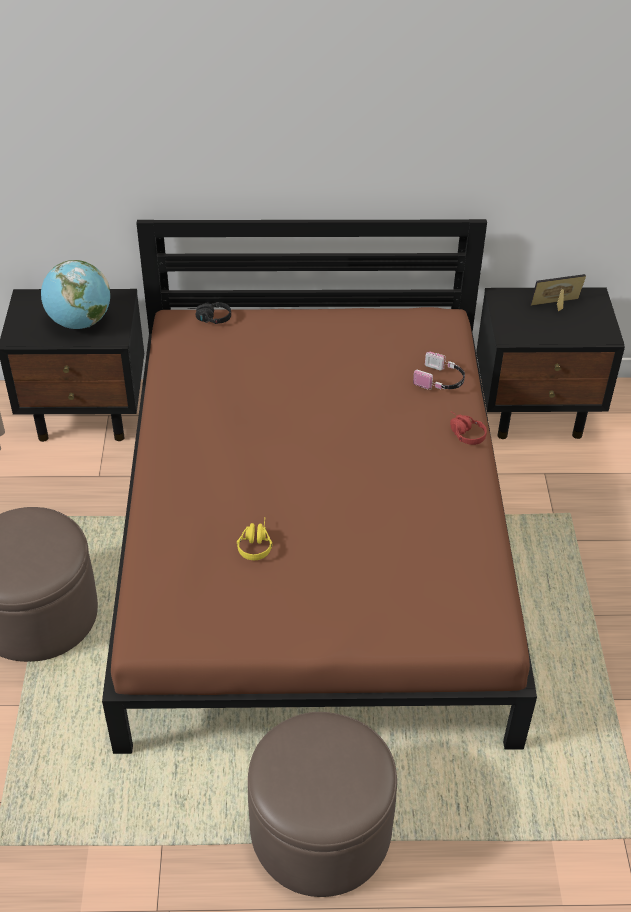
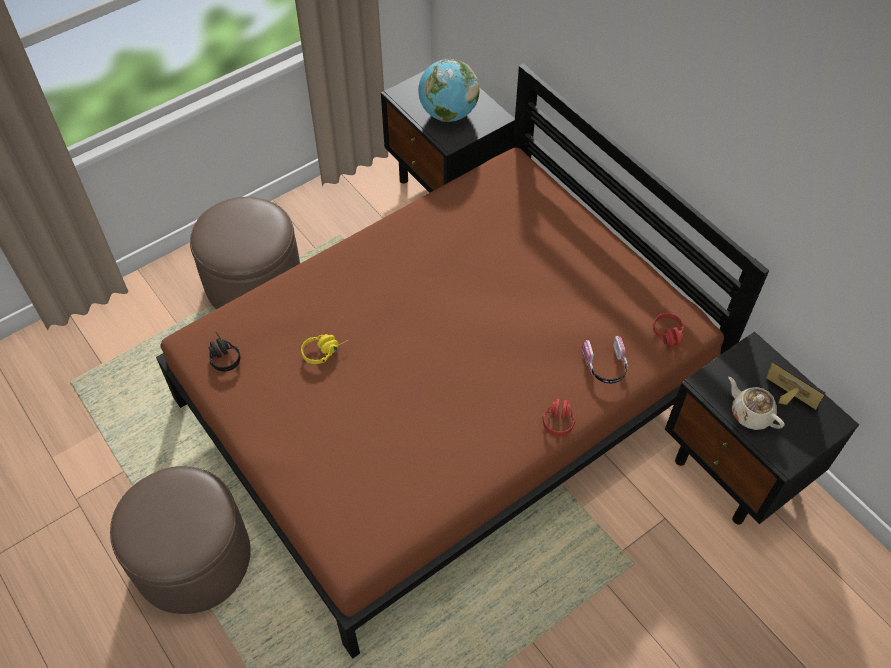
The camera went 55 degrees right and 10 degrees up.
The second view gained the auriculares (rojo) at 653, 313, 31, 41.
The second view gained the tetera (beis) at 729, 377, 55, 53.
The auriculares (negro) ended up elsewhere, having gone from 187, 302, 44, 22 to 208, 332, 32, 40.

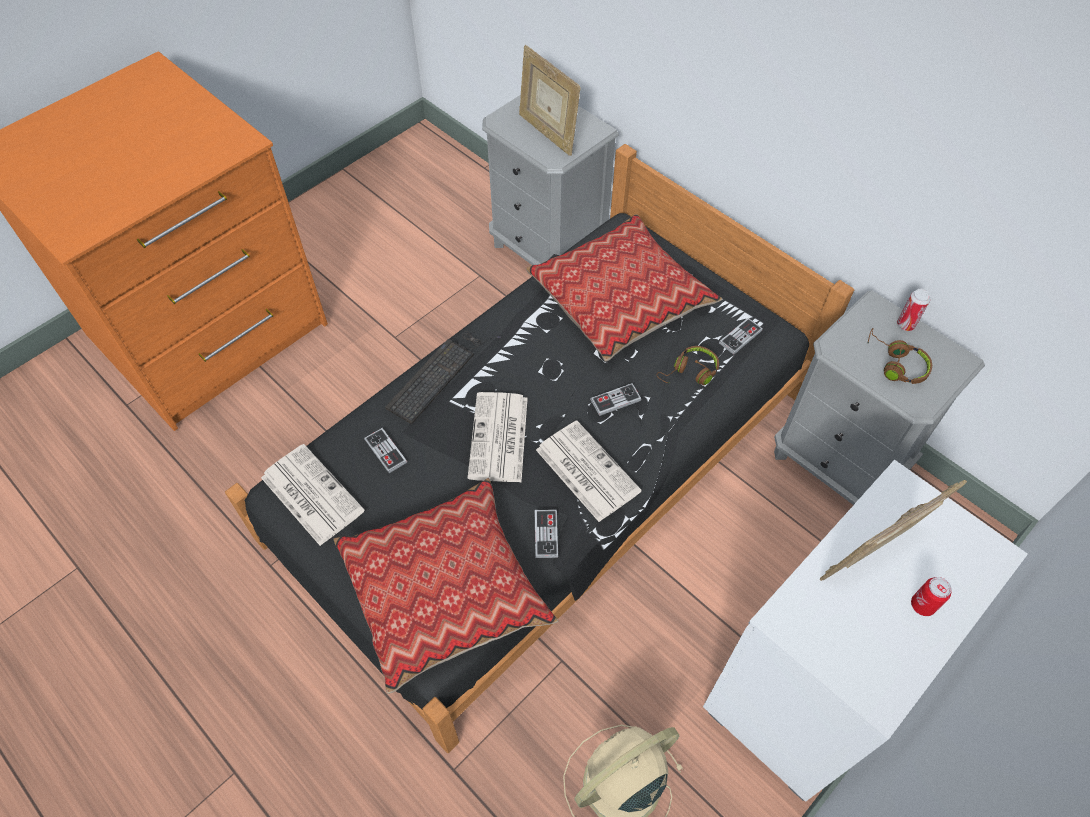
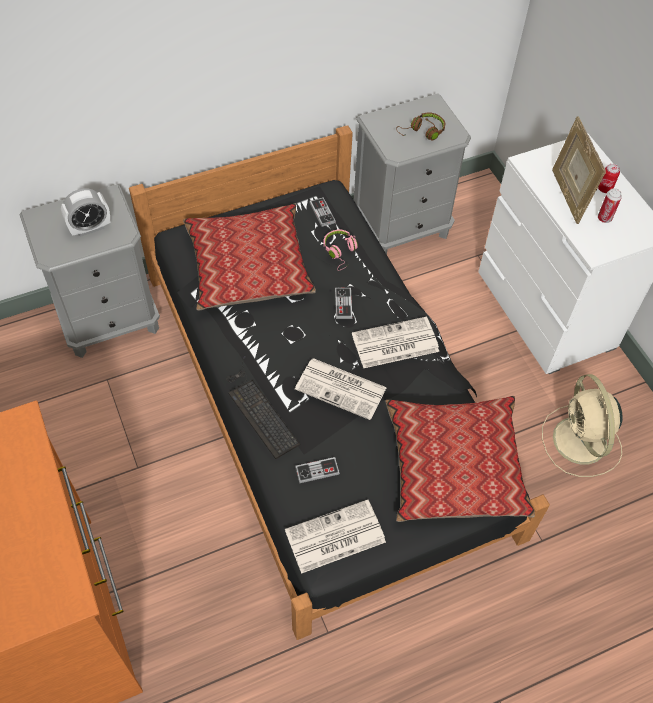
The camera went 70 degrees left and 0 degrees up.
The second view lost the mando de consola at 535, 509, 23, 49.
The lata ended up elsewhere, having gone from 897, 289, 33, 42 to 598, 188, 24, 35.
Where the portarretratos stood at 519, 45, 62, 111, the despertador came to stand at 61, 188, 49, 49.
What was the auriculares (marrón) at 657, 346, 62, 39 turned into the auriculares (rosa) at 323, 229, 35, 42.

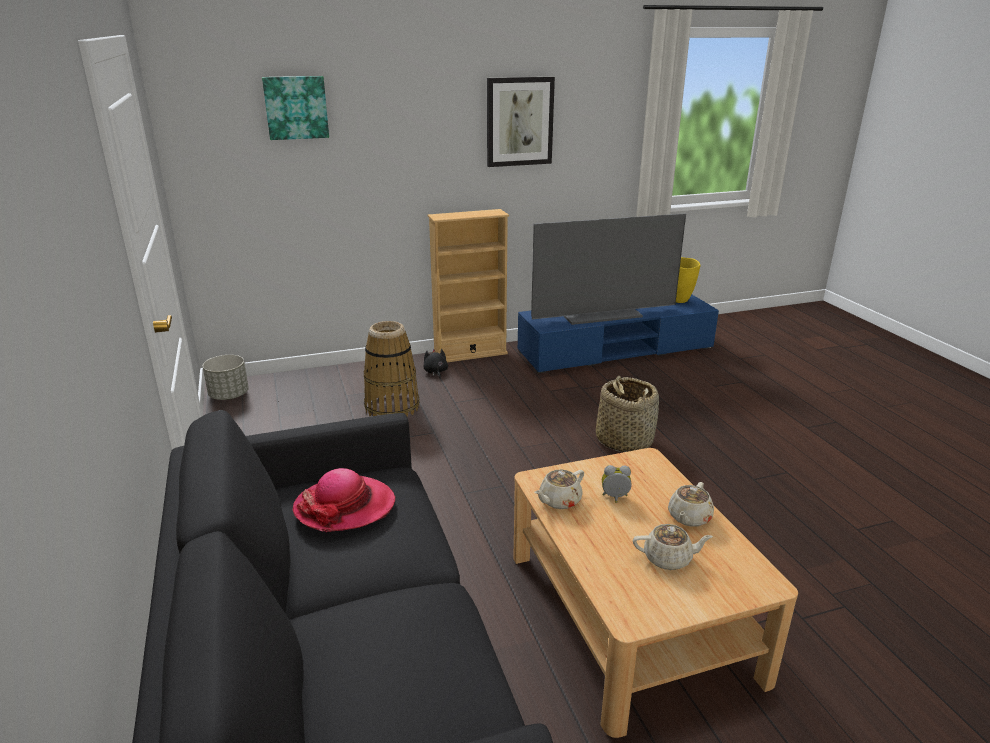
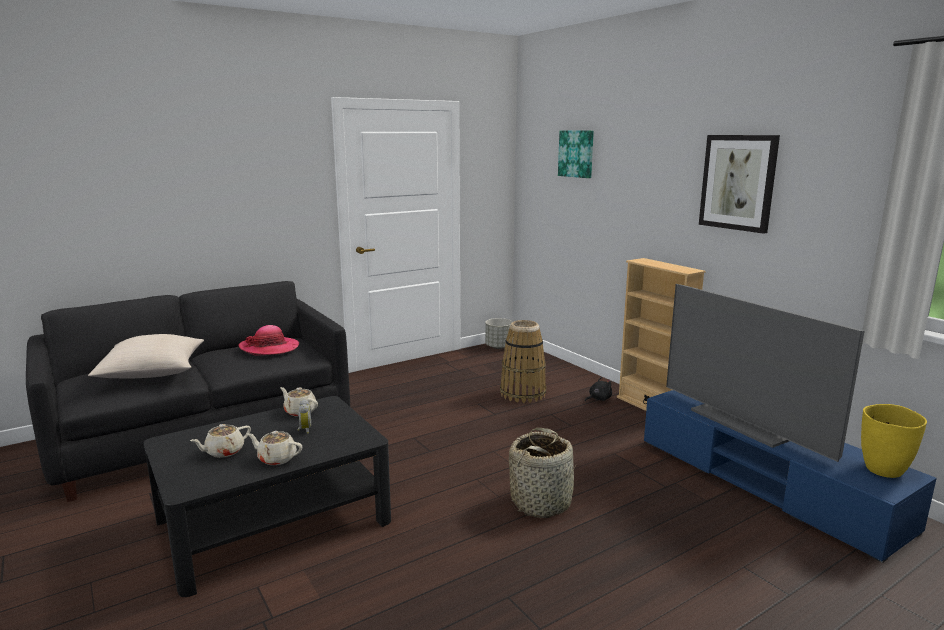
The camera went 75 degrees right and 10 degrees down.
The second view gained the cojín (beis) at 88, 334, 116, 44.
What was the mesa de centro (beis) at 514, 448, 284, 290 turned into the mesa de centro (negro) at 144, 396, 247, 201.
The tetera (beis) at 633, 524, 80, 46 ended up facing another way, 60 degrees clockwise from before.

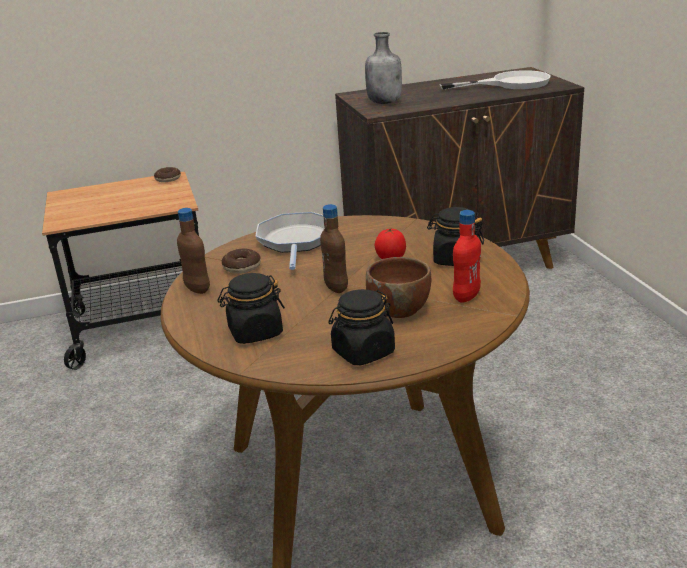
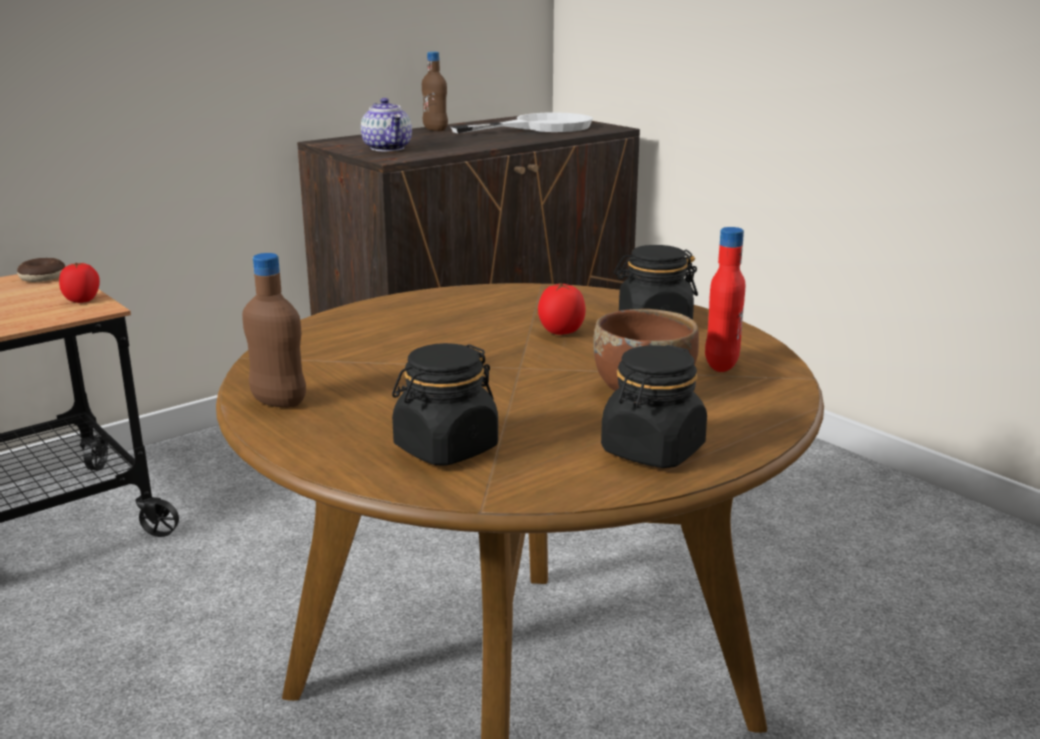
The camera went 25 degrees left and 5 degrees down.
The second view lost the rosquilla at 221, 249, 40, 24.
The second view lost the sartén at 256, 212, 69, 58.
The second view gained the tomate at 59, 263, 41, 40.
The botella (marrón) ended up elsewhere, having gone from 320, 204, 28, 89 to 422, 51, 26, 80.
Where the botella (gris) stood at 365, 32, 37, 72, the tetera came to stand at 361, 98, 51, 53.

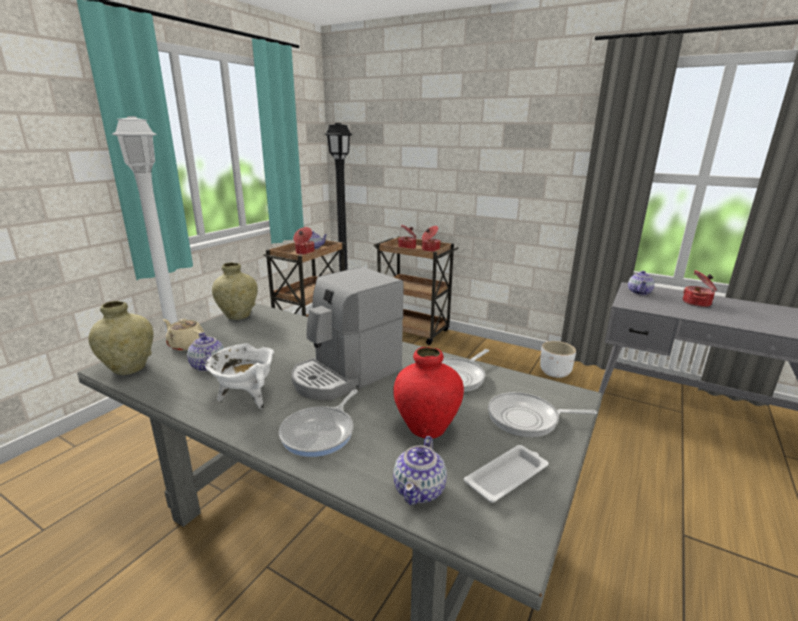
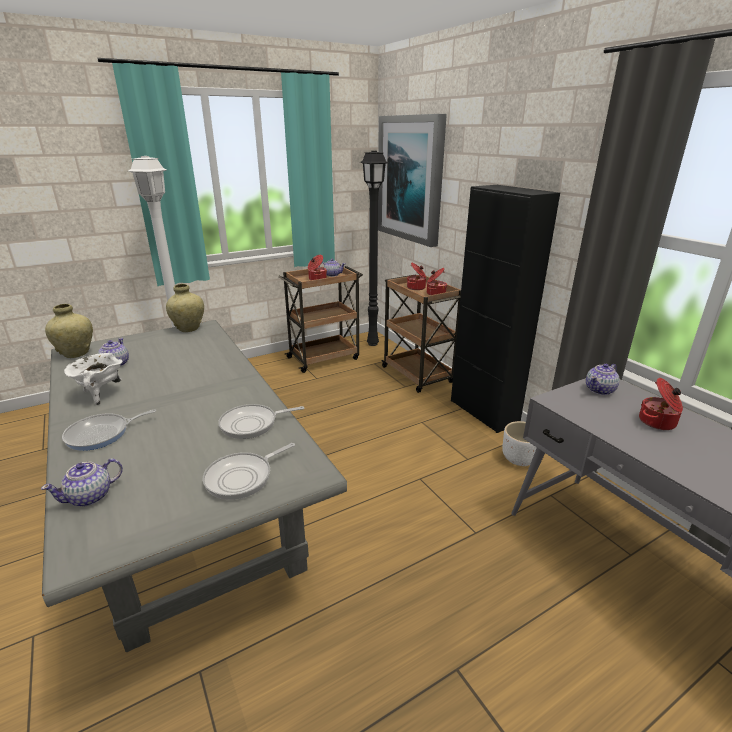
The camera went 30 degrees right and 5 degrees up.
The second view lost the tetera (beis) at 163, 319, 41, 32.
The second view lost the cafetera at 291, 267, 113, 133.
The second view lost the florero (rojo) at 393, 347, 71, 92.
The second view lost the bandeja (blanco) at 464, 445, 85, 58.
The second view gained the cuadro at 378, 114, 69, 133.
The second view gained the armario (negro) at 451, 185, 109, 248.
The sartén at 488, 392, 109, 45 ended up facing another way, 75 degrees counterclockwise from before.

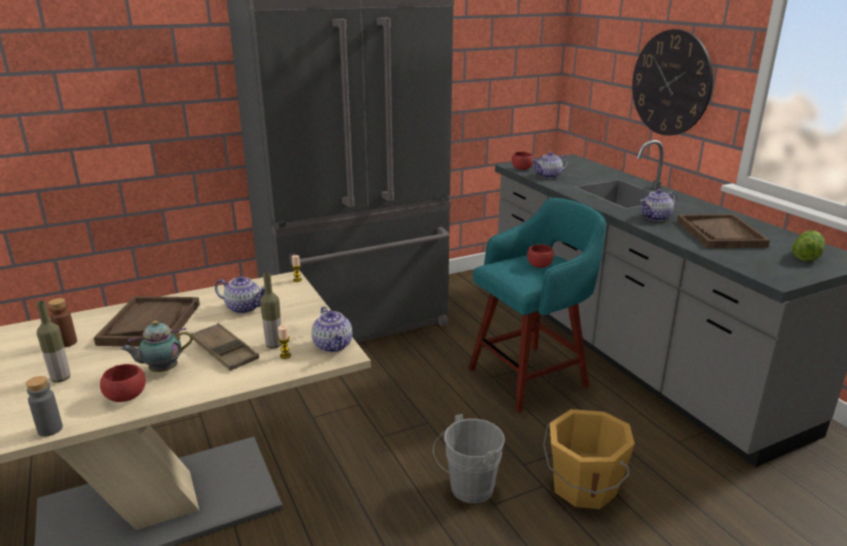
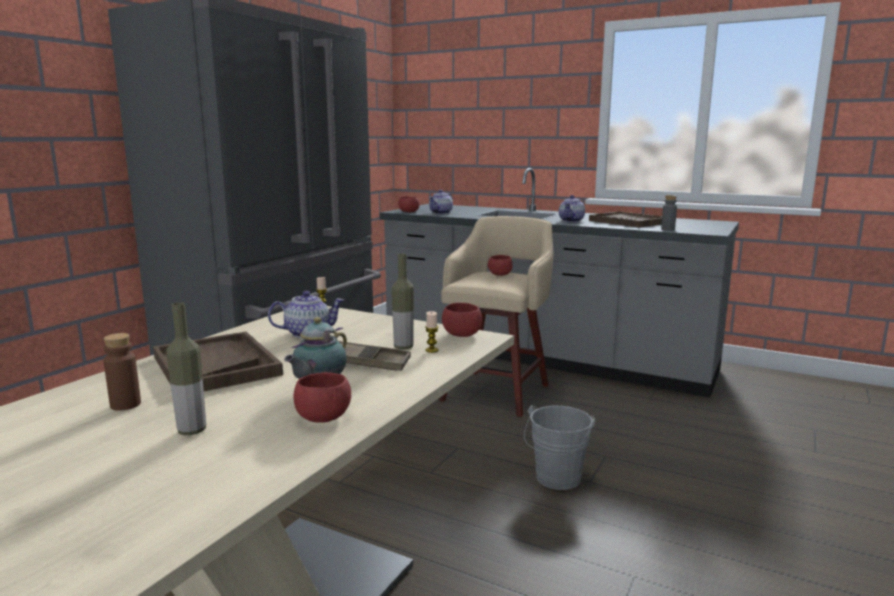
The camera went 35 degrees left and 10 degrees down.
The second view lost the cubo (naranja) at 543, 409, 92, 100.
The second view lost the reloj de pared at 632, 29, 81, 107.
The second view lost the lechuga at 792, 231, 33, 30.
The botella (gris) ended up elsewhere, having gone from 26, 376, 37, 61 to 661, 195, 16, 36.
Where the tetera stood at 312, 306, 40, 46, the cuenco (rojo) came to stand at 442, 303, 40, 34.
What was the taburete (turquesa) at 468, 198, 138, 215 turned into the taburete (beis) at 439, 216, 115, 201.

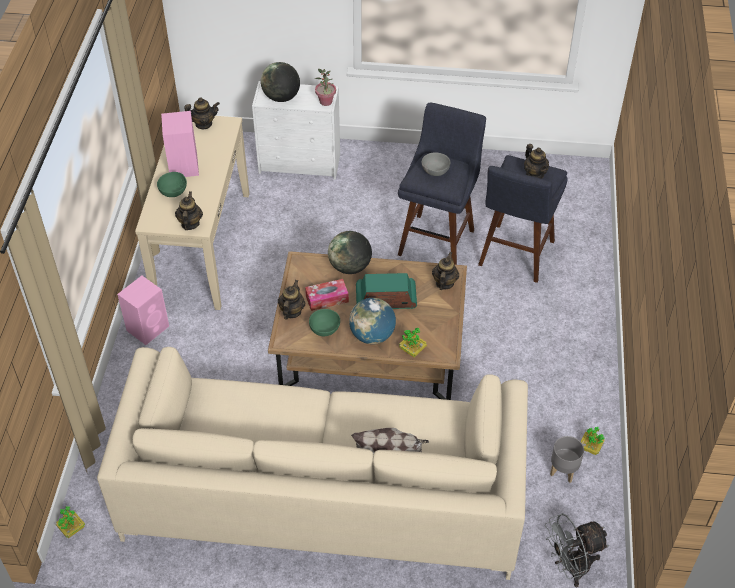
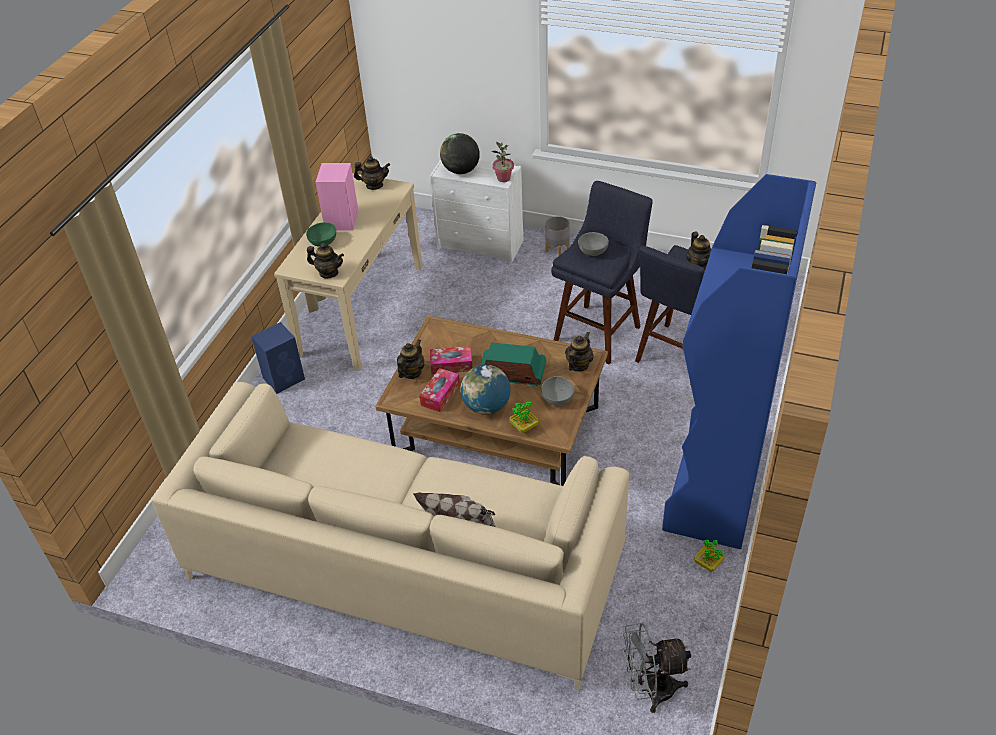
The camera went 15 degrees right and 5 degrees down.
The second view lost the planta en maceta at 56, 506, 29, 32.
The second view lost the globo terráqueo at 328, 231, 44, 43.
The second view gained the cuenco (gris) at 541, 376, 34, 30.
The second view gained the estantería (azul) at 662, 174, 154, 375.
The maceta (gris) ended up elsewhere, having gone from 550, 436, 34, 47 to 545, 216, 25, 40.
Where the cuenco (verde) stood at 309, 309, 31, 27, the caja de pañuelos came to stand at 419, 368, 41, 44.
What was the altavoz (rosa) at 117, 276, 52, 69 turned into the altavoz (azul) at 251, 322, 54, 72.
The tetera at 175, 191, 28, 39 ended up facing another way, 90 degrees clockwise from before.

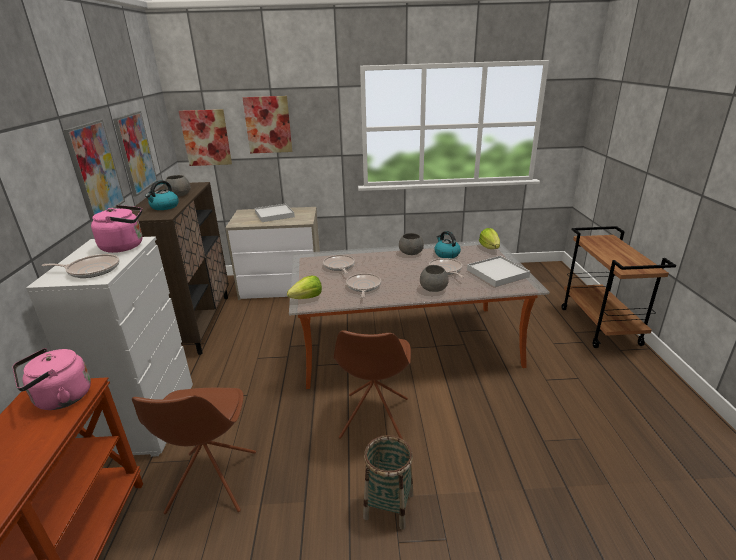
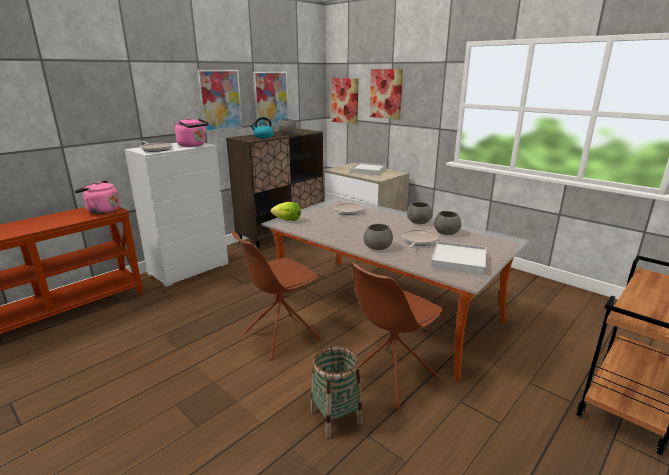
The camera went 45 degrees right and 5 degrees down.
The second view lost the sartén at 346, 273, 35, 24.
The second view lost the lechuga at 479, 228, 21, 21.
The silla (marrón) ended up elsewhere, having gone from 132, 388, 124, 126 to 352, 262, 90, 148.
The cesta ended up elsewhere, having gone from 363, 435, 50, 95 to 310, 346, 52, 92.
Where the hervidor stood at 434, 231, 27, 28, the cuenco (gris) came to stand at 434, 211, 27, 24.

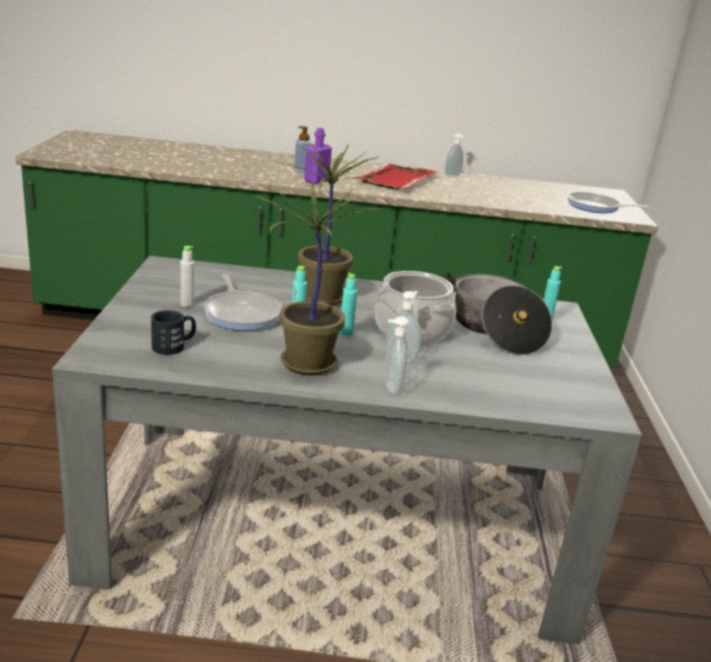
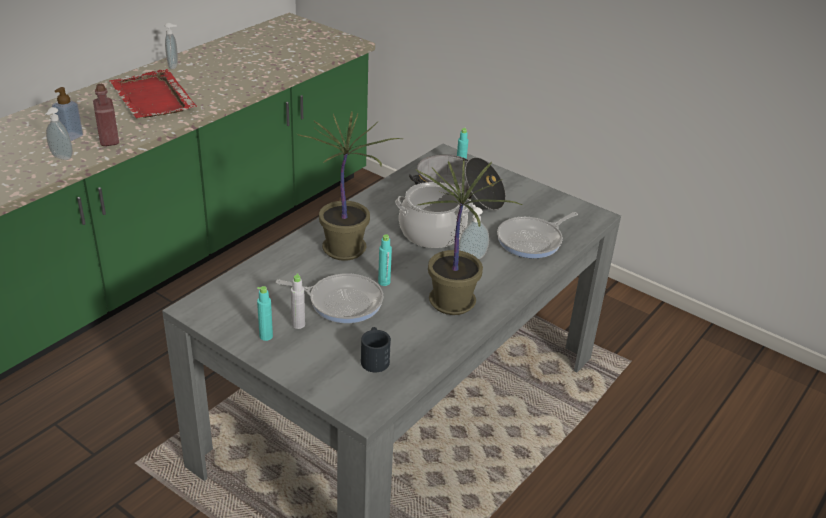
The camera went 55 degrees left and 10 degrees up.
The botella (turquesa) ended up elsewhere, having gone from 339, 273, 18, 63 to 257, 286, 16, 55.
The dispensador de jabón ended up elsewhere, having gone from 385, 316, 24, 78 to 45, 107, 28, 53.
The sartén ended up elsewhere, having gone from 568, 192, 81, 21 to 497, 212, 81, 46.
What was the botella (morado) at 304, 128, 28, 56 turned into the botella (rojo) at 93, 84, 26, 62.

